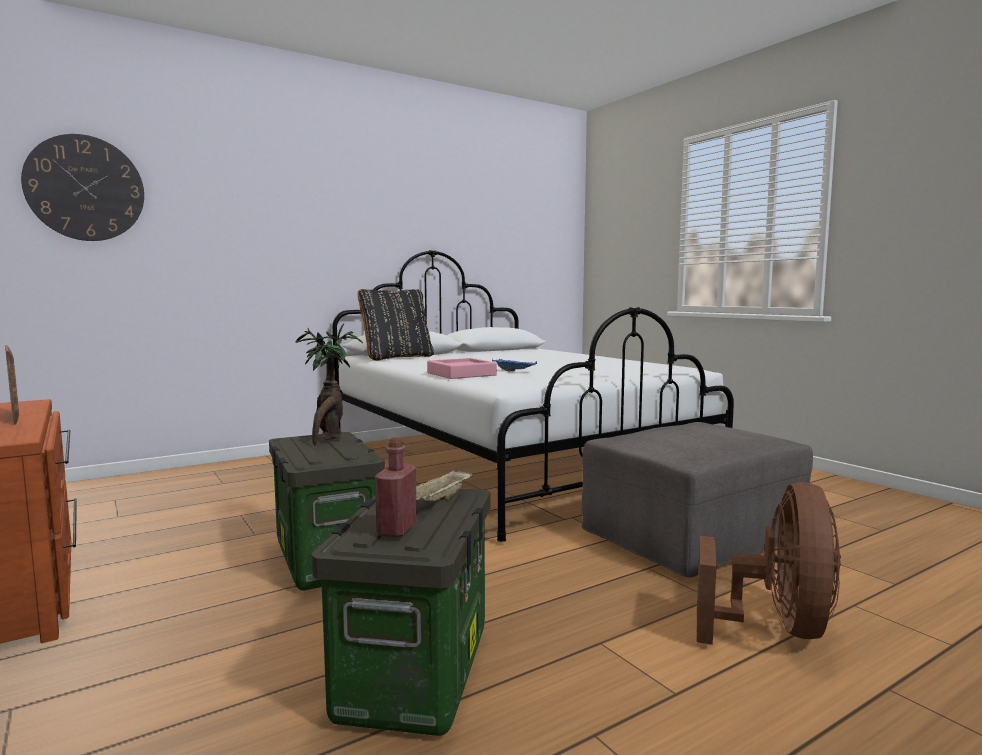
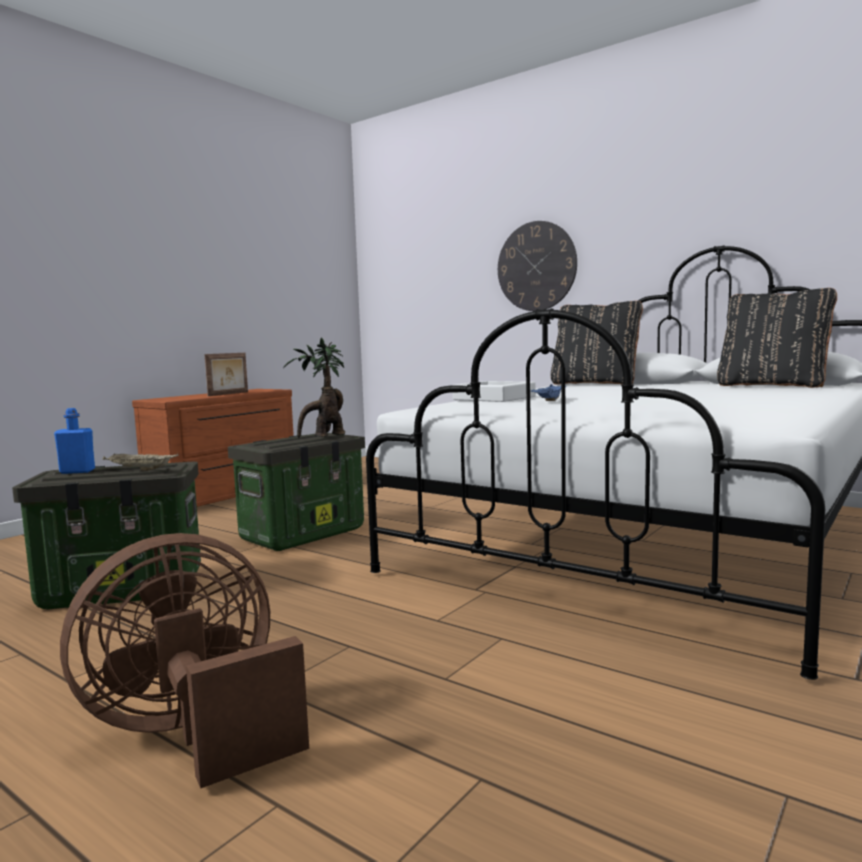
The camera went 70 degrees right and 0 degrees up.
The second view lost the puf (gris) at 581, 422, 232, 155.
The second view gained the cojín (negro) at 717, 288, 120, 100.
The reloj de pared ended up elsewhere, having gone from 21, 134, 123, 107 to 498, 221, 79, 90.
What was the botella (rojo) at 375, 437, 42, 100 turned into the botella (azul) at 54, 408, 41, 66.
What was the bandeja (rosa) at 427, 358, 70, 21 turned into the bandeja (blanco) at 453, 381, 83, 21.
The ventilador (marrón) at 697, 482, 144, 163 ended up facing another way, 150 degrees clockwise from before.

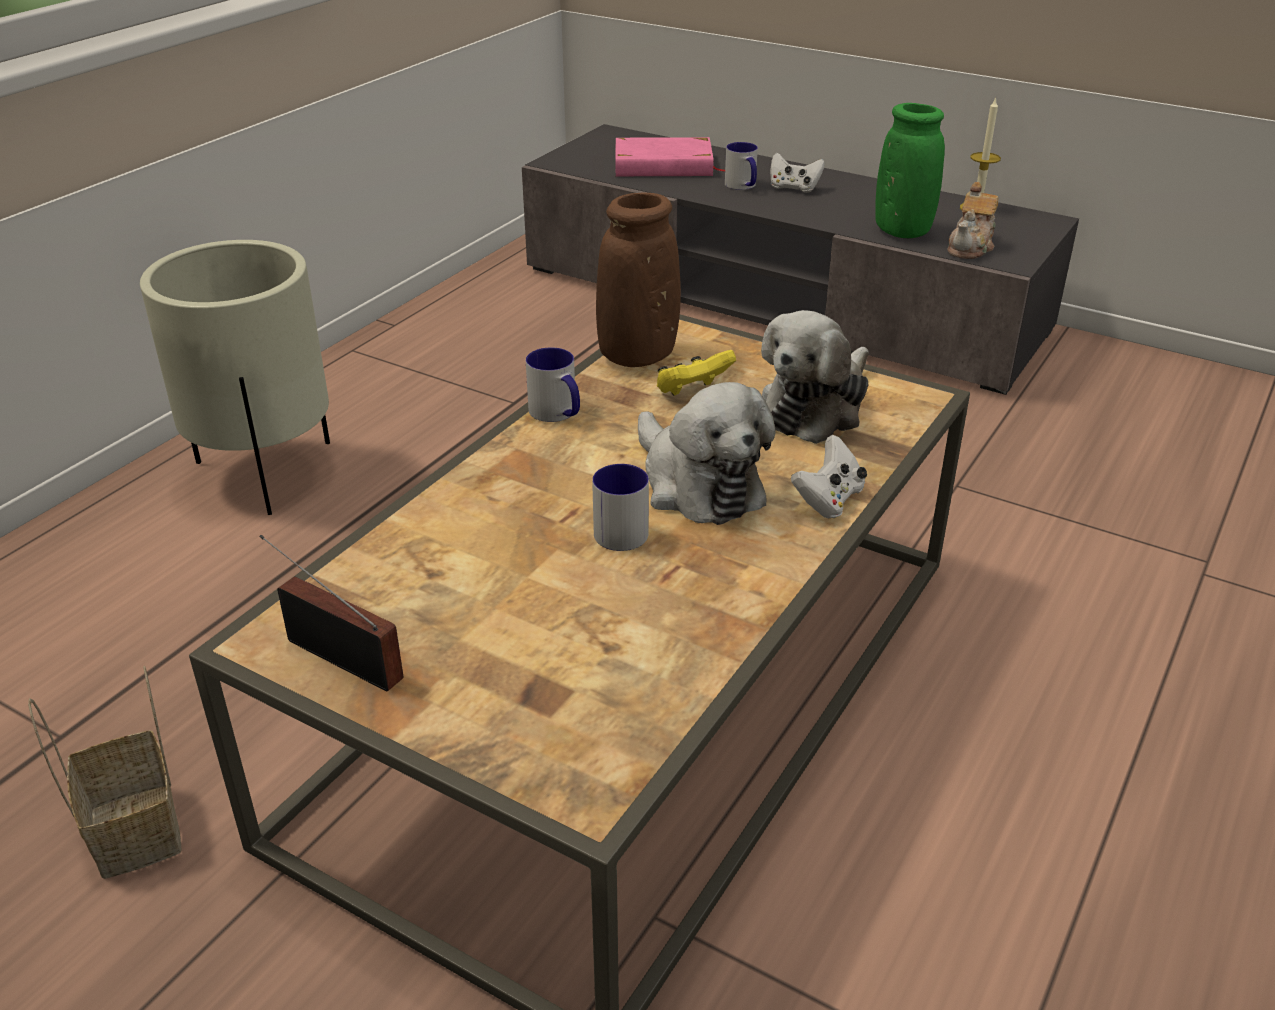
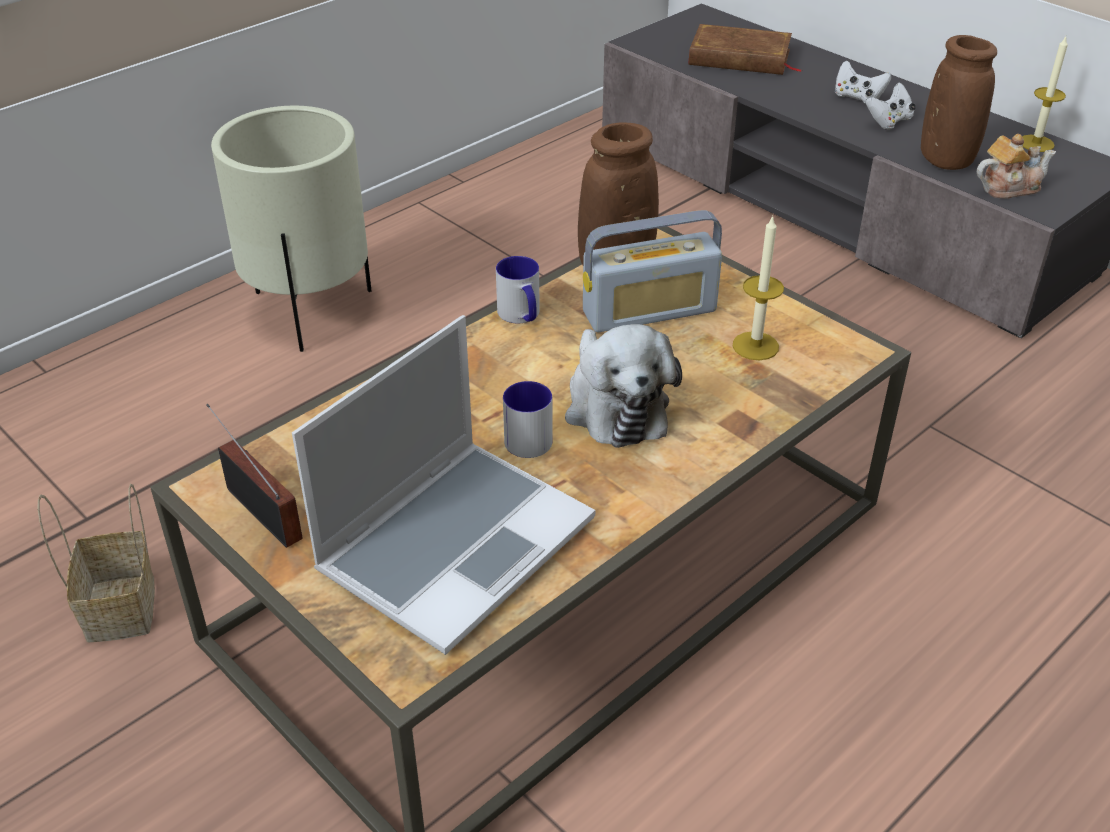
The camera went 15 degrees right and 5 degrees up.
The second view lost the taza grande at 725, 142, 33, 48.
The second view gained the portátil at 292, 315, 303, 340.
The mando de consola (blanco) ended up elsewhere, having gone from 791, 435, 76, 83 to 866, 83, 50, 46.
Where the mando de consola (amarillo) stood at 657, 350, 79, 46, the radio came to stand at 583, 210, 139, 122.
Where the peluche stood at 761, 310, 108, 134, the vela came to stand at 733, 216, 51, 144.
What was the libro (rosa) at 615, 137, 110, 39 turned into the libro (marrón) at 689, 24, 112, 51.
What was the florero (verde) at 875, 103, 70, 135 turned into the florero (marrón) at 921, 35, 76, 135.
The tetera at 948, 182, 50, 77 ended up facing another way, 150 degrees counterclockwise from before.

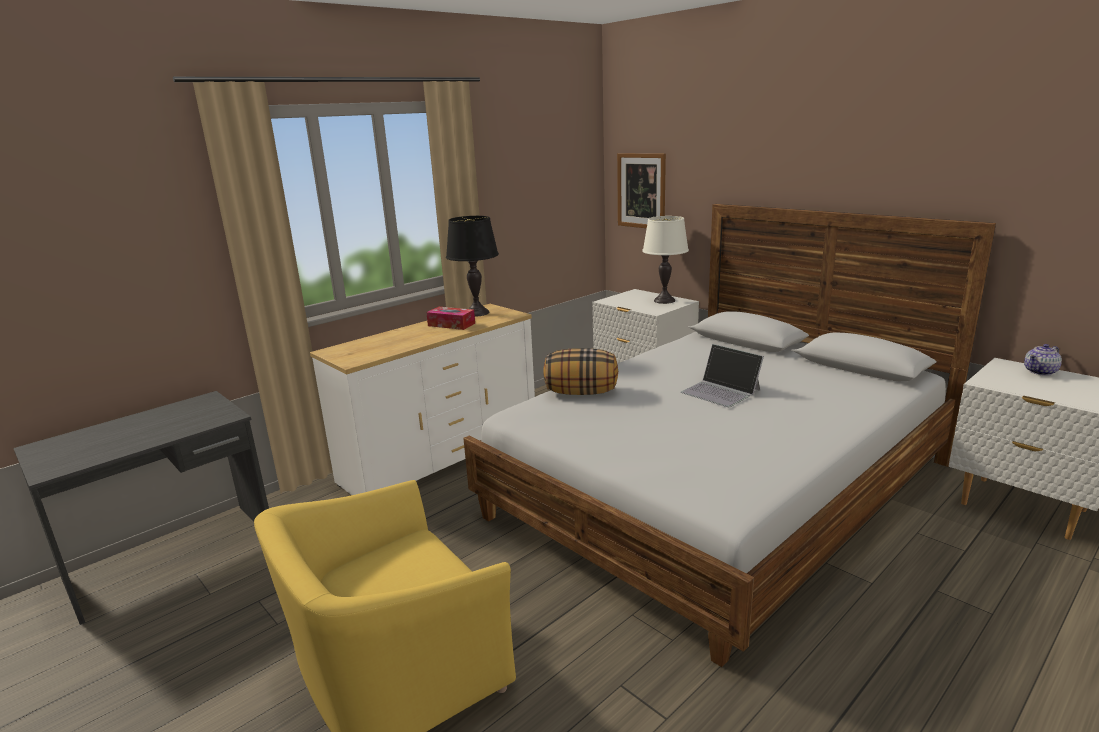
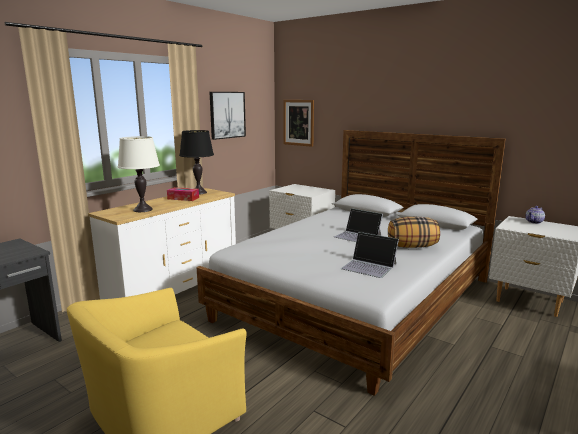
The camera went 10 degrees left and 5 degrees down.
The second view gained the cuadro at 210, 92, 36, 48.
The second view gained the portátil at 341, 232, 58, 46.
The cojín ended up elsewhere, having gone from 543, 348, 75, 47 to 388, 217, 52, 31.
The lámpara de mesa (blanco) ended up elsewhere, having gone from 642, 216, 47, 88 to 118, 136, 42, 76.

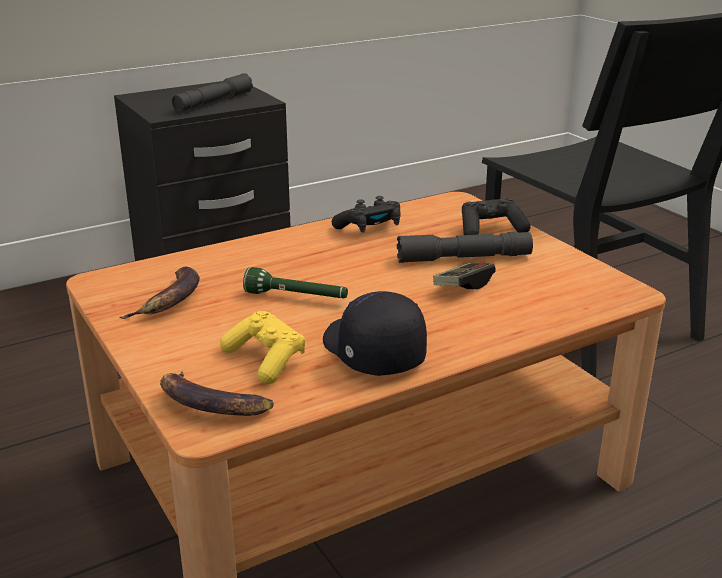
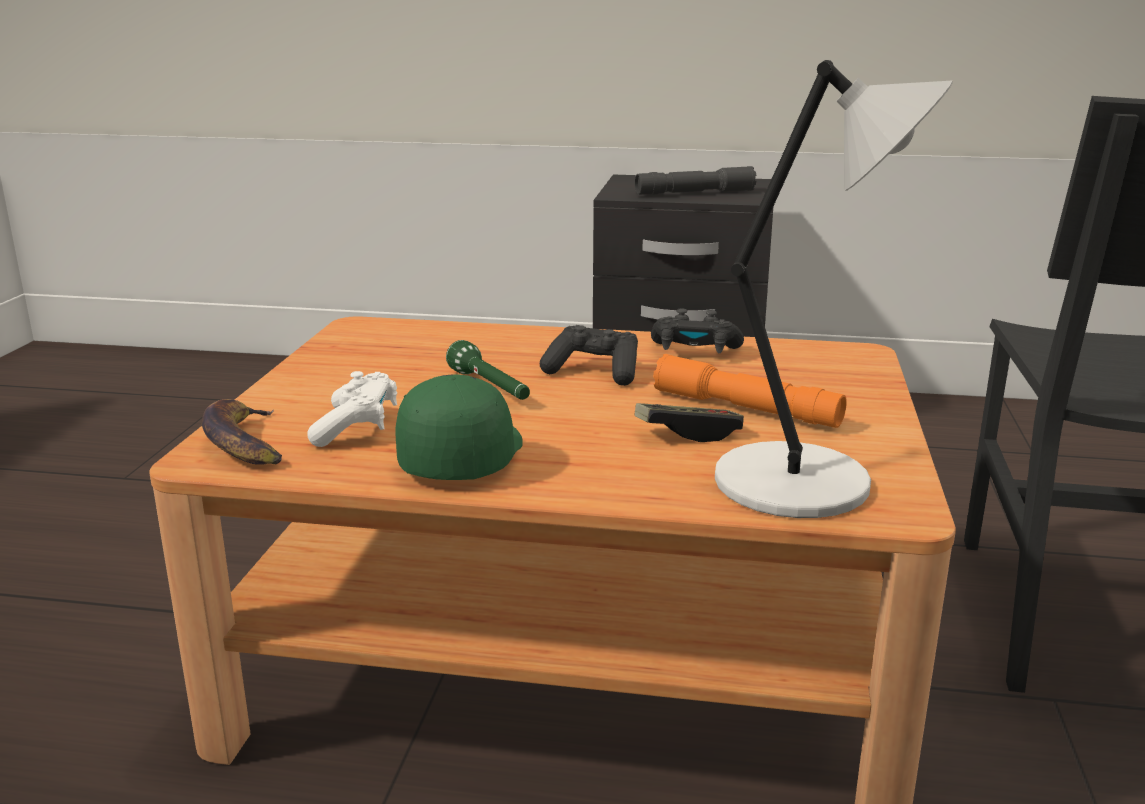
The camera went 40 degrees right and 5 degrees down.
The second view lost the plátano at 120, 267, 80, 52.
The second view gained the lámpara de mesa (gris) at 715, 60, 238, 458.
The mando de consola (negro) ended up elsewhere, having gone from 462, 198, 68, 37 to 540, 325, 98, 61.
What was the mando de consola (amarillo) at 220, 311, 85, 73 turned into the mando de consola (blanco) at 308, 371, 89, 76.
What was the gorra (negro) at 323, 291, 104, 85 turned into the gorra (verde) at 395, 374, 128, 106.
What was the linterna (gris) at 397, 232, 136, 31 turned into the linterna (naranja) at 653, 354, 194, 74.

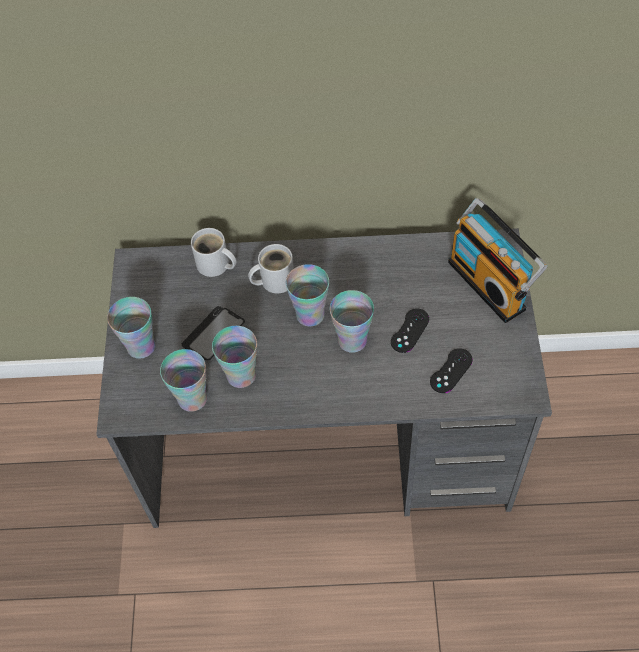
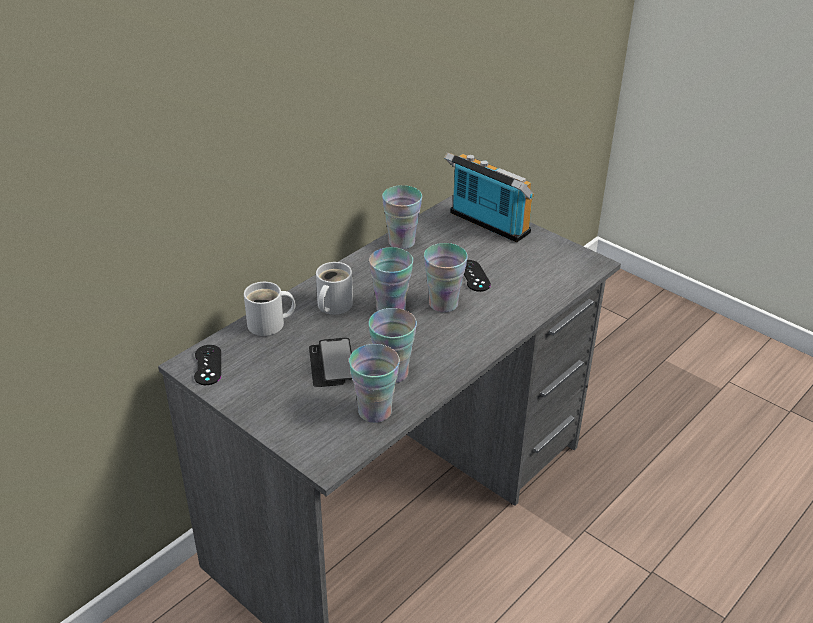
The camera went 50 degrees left and 20 degrees down.
The taza ended up elsewhere, having gone from 107, 297, 49, 62 to 382, 185, 40, 64.
The mando de consola (negro) ended up elsewhere, having gone from 430, 348, 43, 45 to 194, 345, 27, 40.
The radio at 448, 198, 99, 125 ended up facing another way, 150 degrees counterclockwise from before.

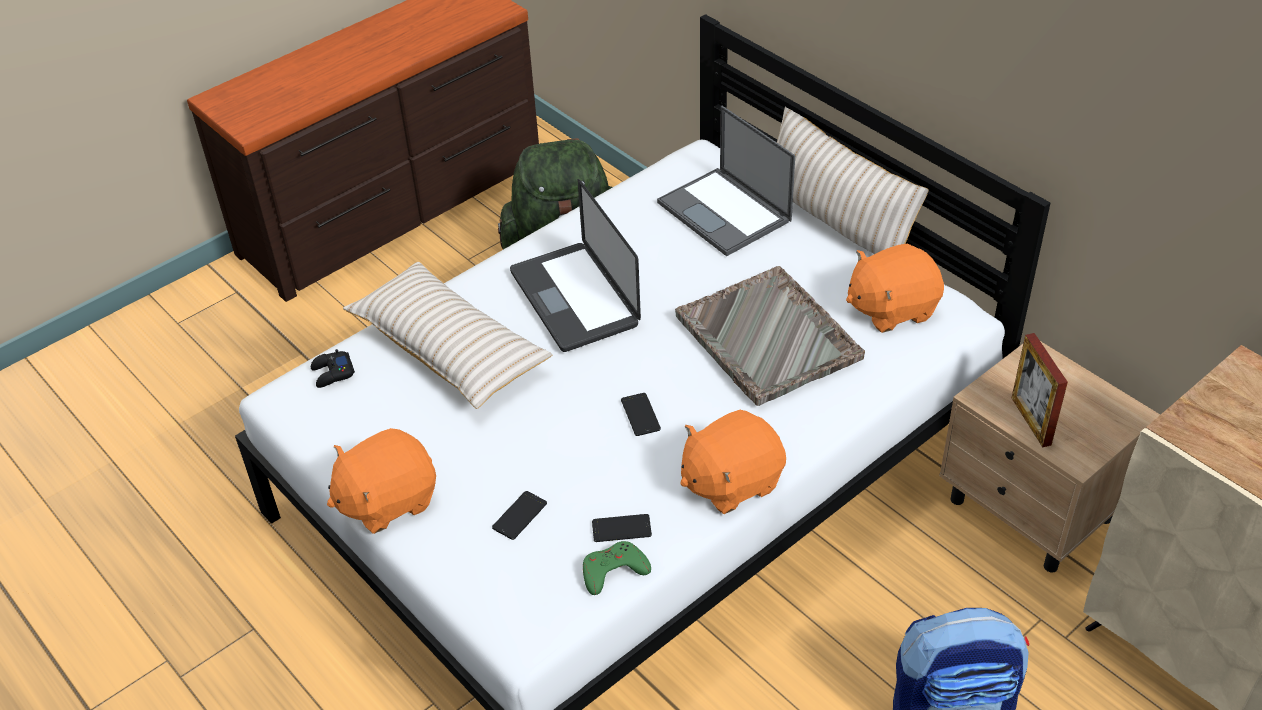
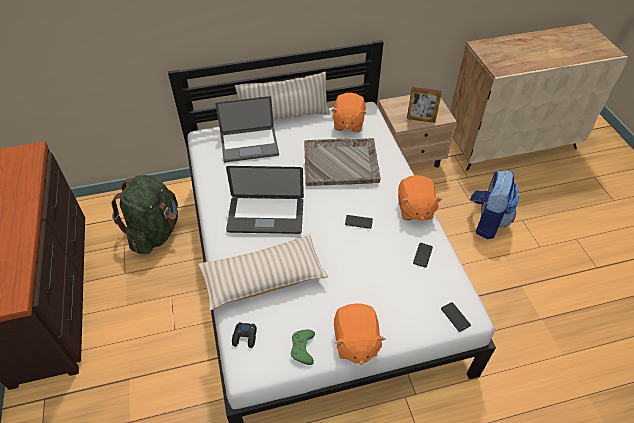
The camera went 65 degrees left and 5 degrees up.
The móvil ended up elsewhere, having gone from 492, 491, 55, 49 to 441, 302, 30, 30.
The mando de consola (verde) ended up elsewhere, having gone from 583, 541, 68, 54 to 291, 330, 24, 35.

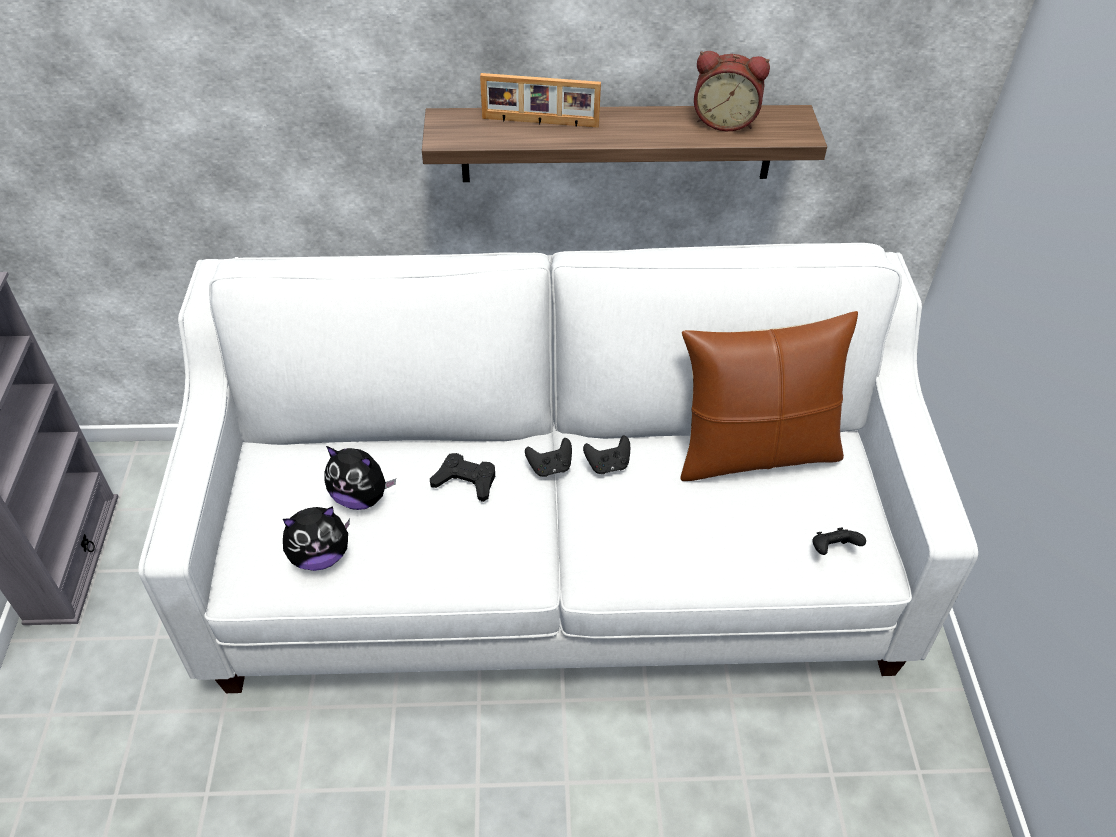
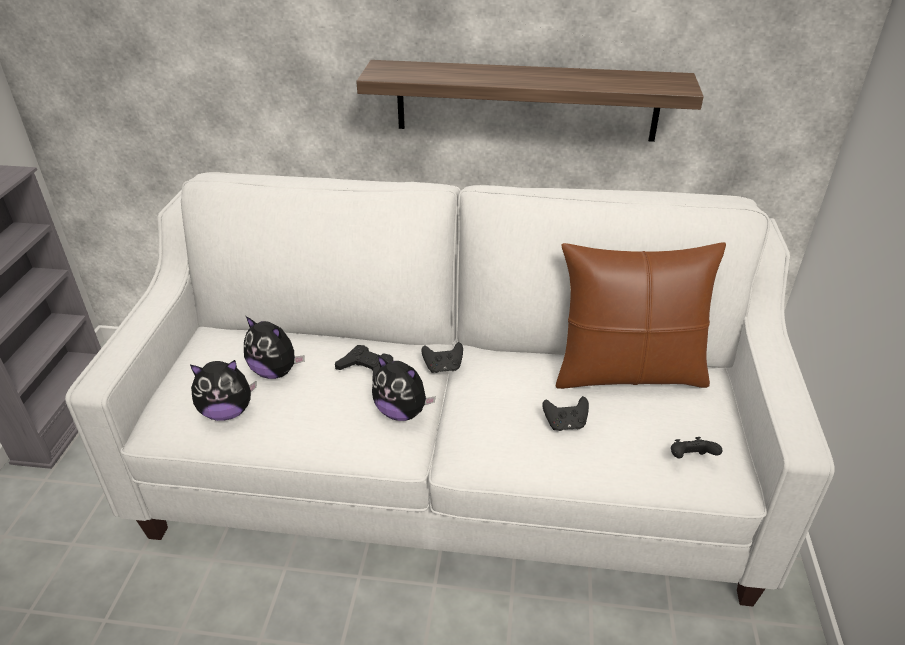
The camera went 10 degrees right and 10 degrees down.
The second view lost the portarretratos at 480, 73, 121, 55.
The second view lost the despertador at 694, 51, 76, 80.
The second view gained the peluche at 372, 356, 64, 65.
The mando de consola (negro) ended up elsewhere, having gone from 583, 436, 47, 38 to 542, 396, 47, 35.

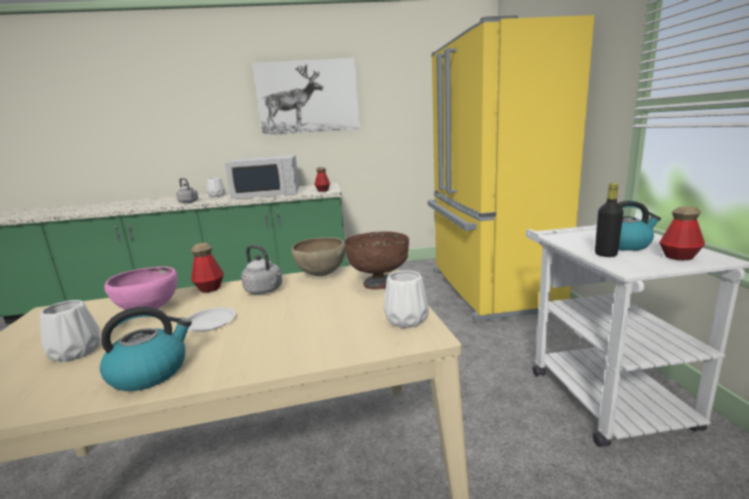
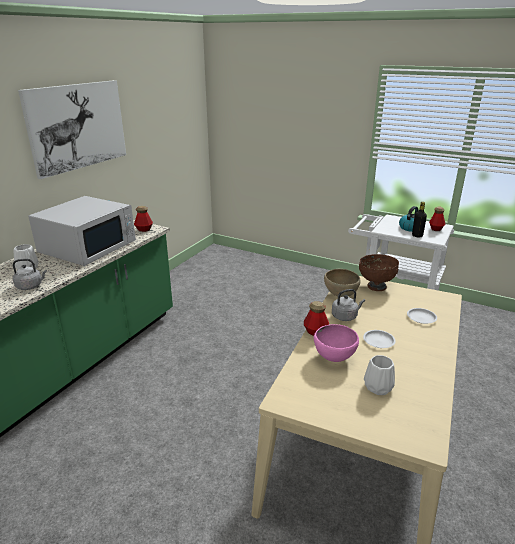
The camera went 55 degrees left and 10 degrees up.
The second view lost the hervidor at 100, 306, 92, 85.
The second view lost the florero (blanco) at 384, 270, 45, 58.
The second view lost the nevera (amarillo) at 428, 15, 166, 307.
The second view gained the plato (blanco) at 407, 308, 30, 16.

